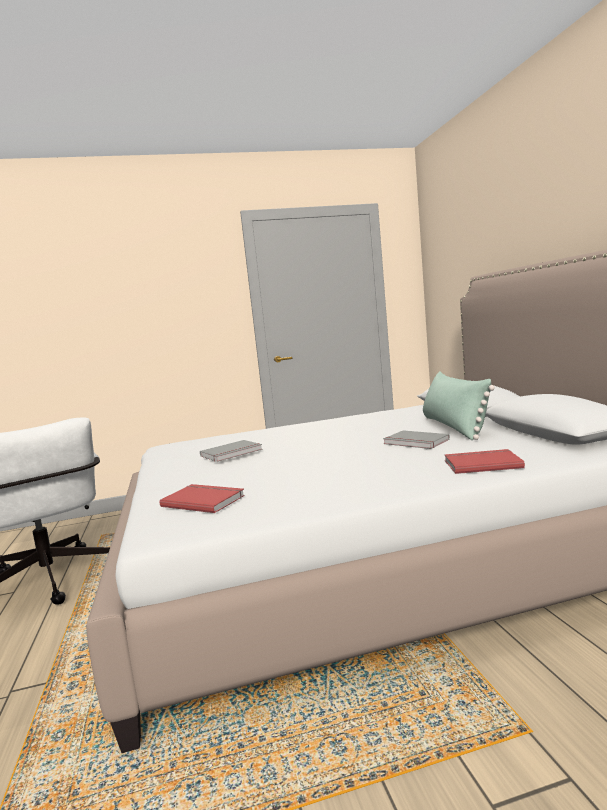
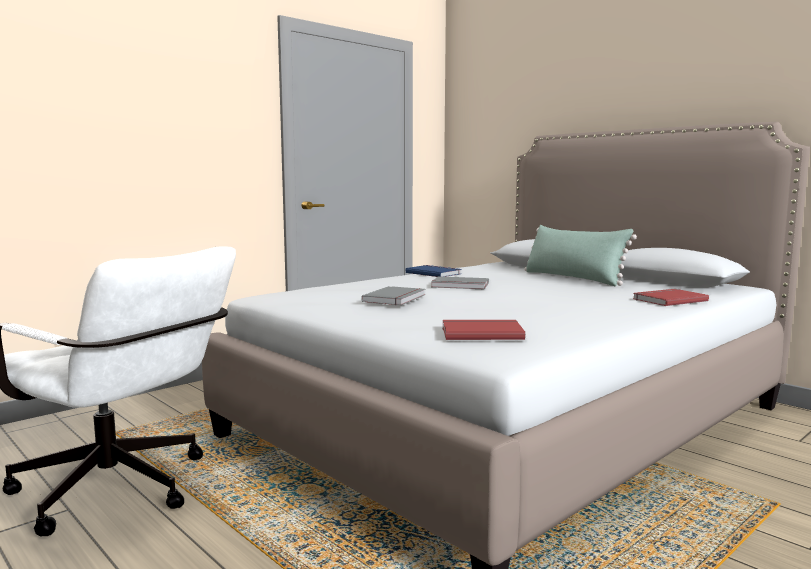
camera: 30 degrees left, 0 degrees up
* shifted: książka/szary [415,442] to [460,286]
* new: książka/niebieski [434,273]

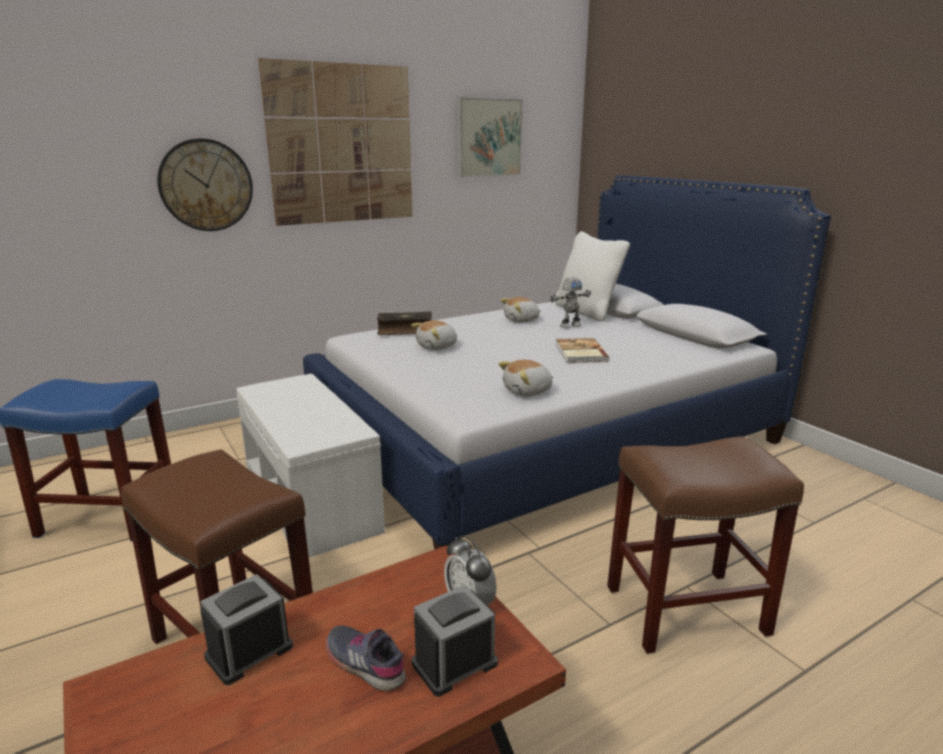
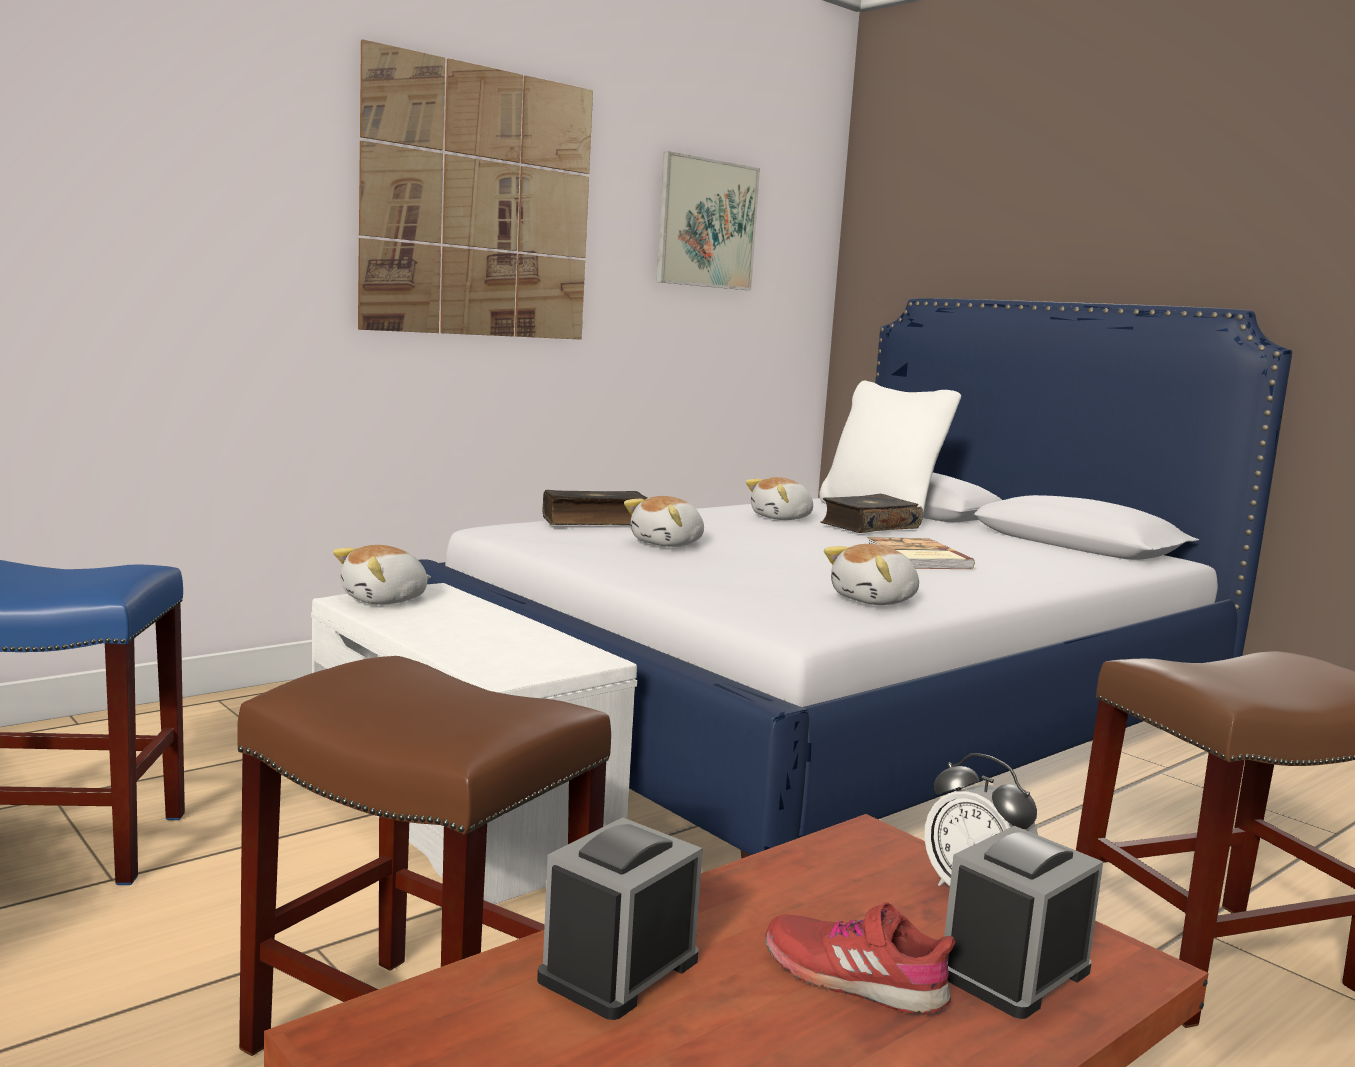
camera: 10 degrees left, 10 degrees down
* gone: zegar ścienny [206,185]
* repainted: but/szary [365,663] to but/czerwony [854,978]
* swapped: robot zabawkowy [569,325] to książka [868,526]
* new: pluszak [385,600]

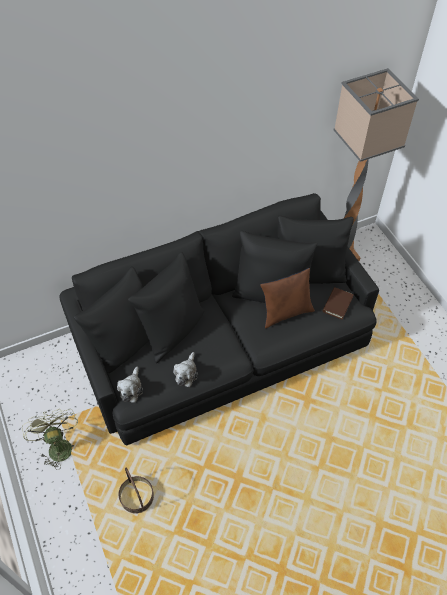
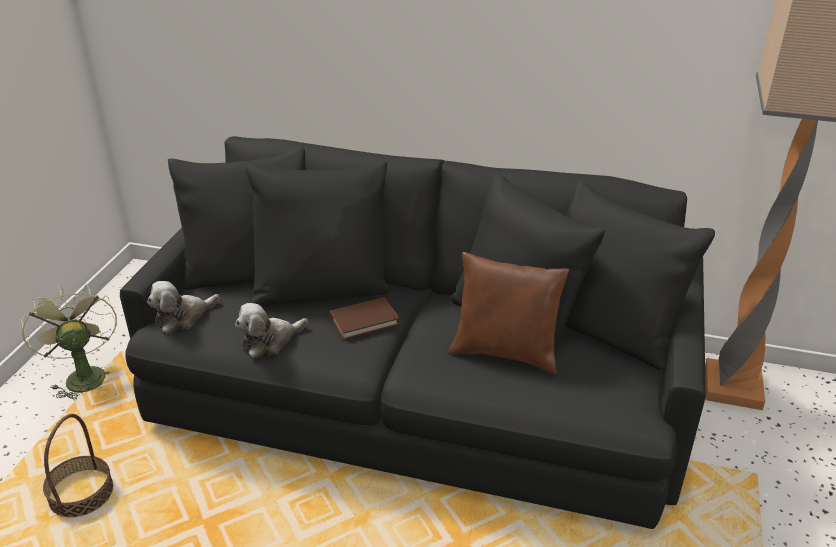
camera: 40 degrees right, 20 degrees down
* rotated: wentylator/zielony [58,446] = [83,375] 45 degrees counterclockwise
* shifted: książka/brązowy [337,304] to [364,321]

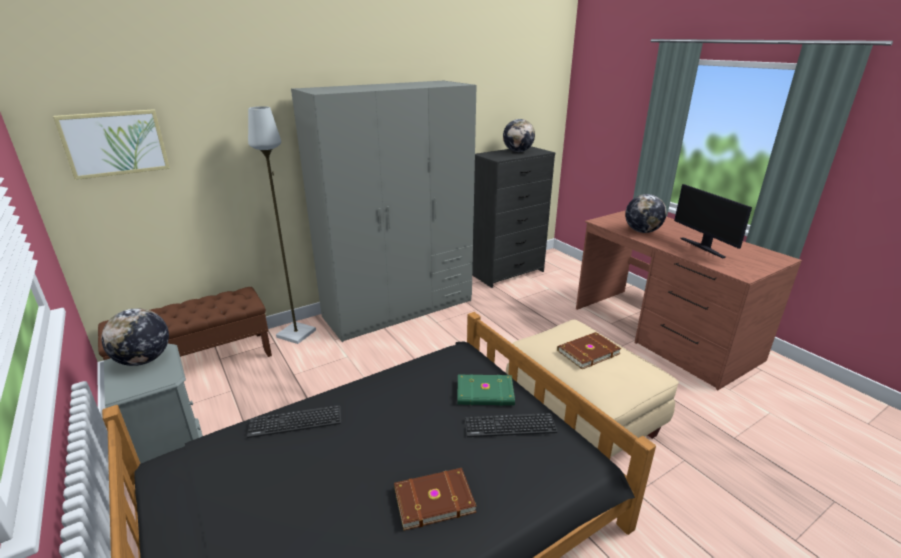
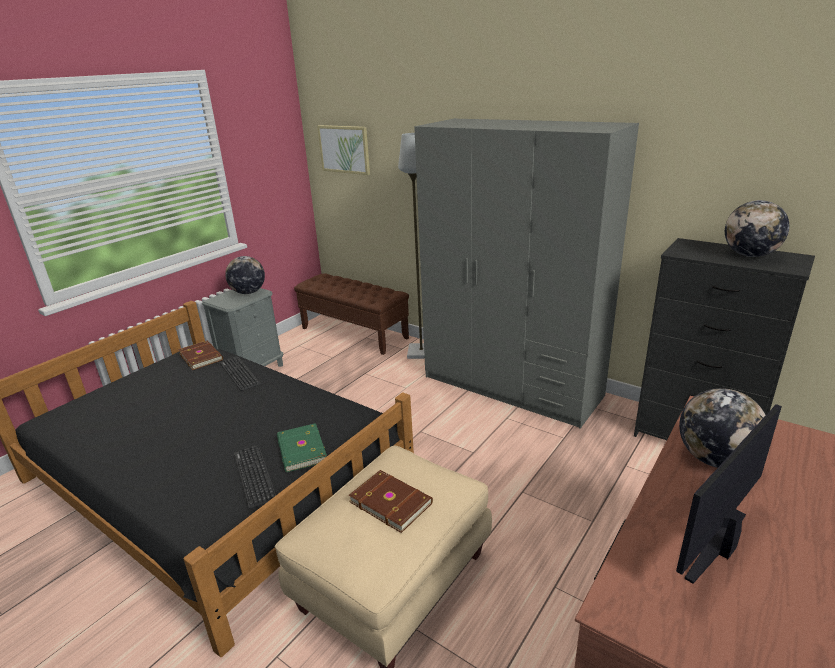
camera: 70 degrees right, 0 degrees up
* shifted: książka/brązowy [433,499] to [202,356]

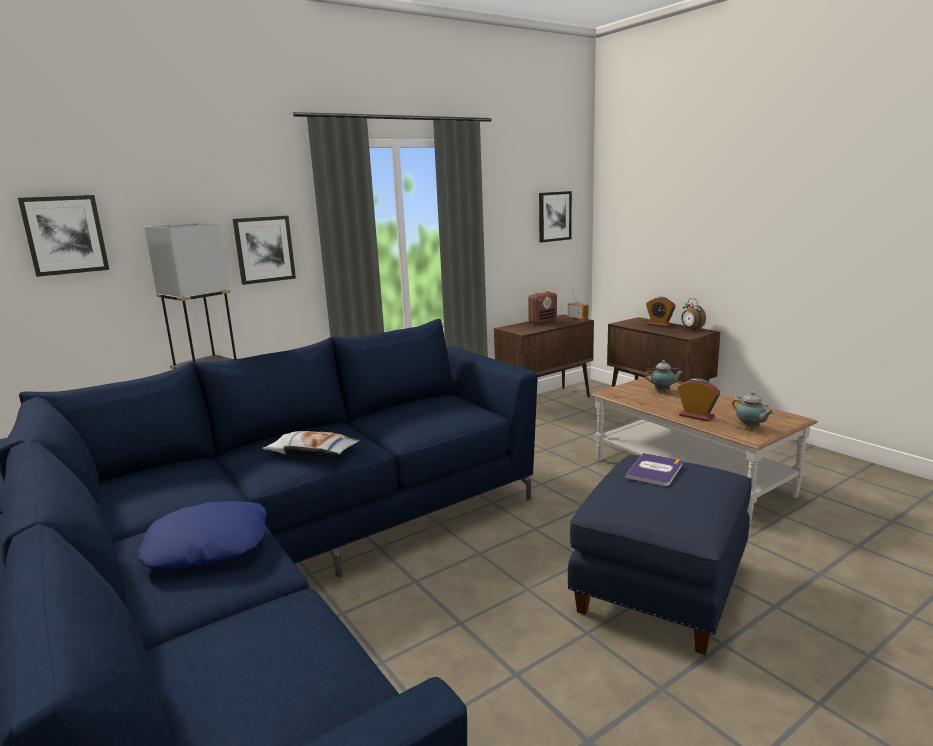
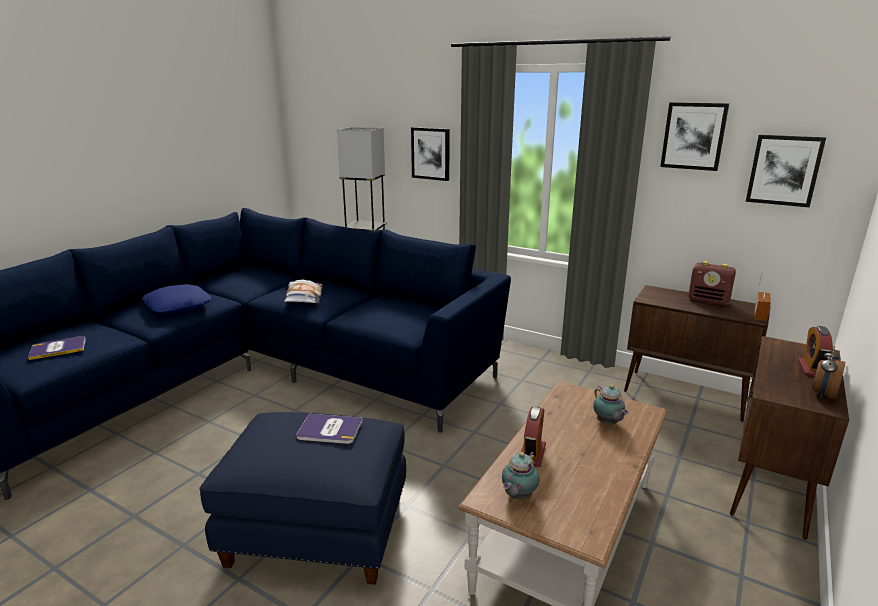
camera: 65 degrees right, 5 degrees up
* shifted: obraz [65,235] to [693,136]
* new: książka [58,348]

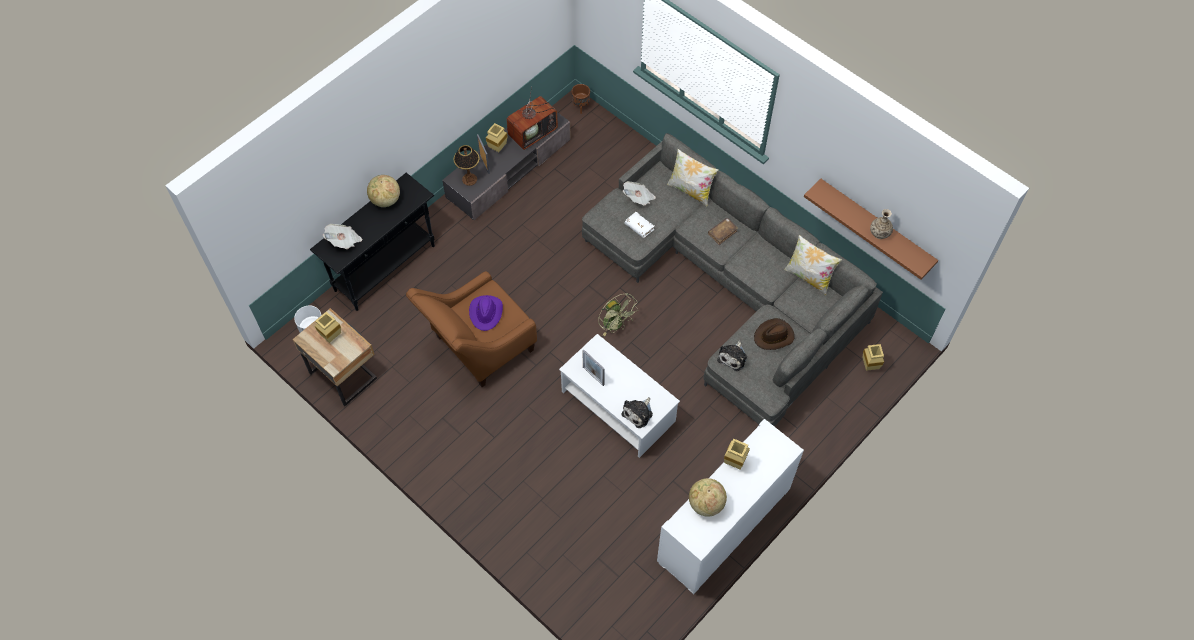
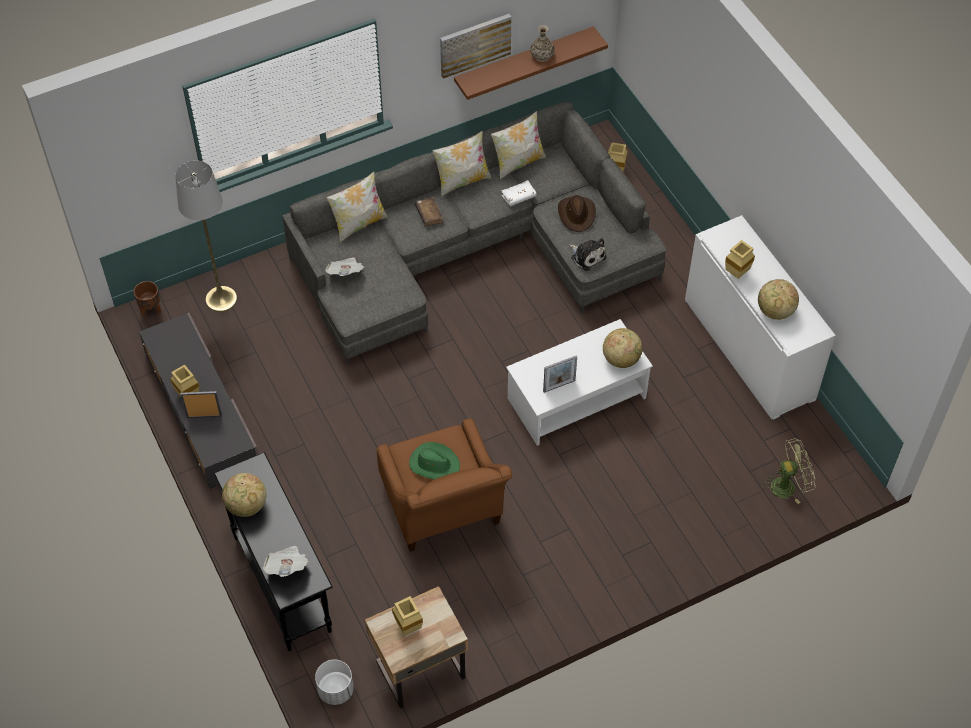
camera: 70 degrees left, 5 degrees down
* gone: lampa stołowa [469,179]
* repainted: kapelusz/fioletowy [486,313] to kapelusz/zielony [434,463]
* gone: telewizor [533,131]
* shifted: wentylator/zielony [616,325] to [787,485]
* swapped: pluszak [638,413] to globus [621,359]
* shifted: książka/biały [639,227] to [518,197]
* new: lampa stojąca/szary [221,299]
* new: poduszka [462,181]
* new: obraz [474,44]

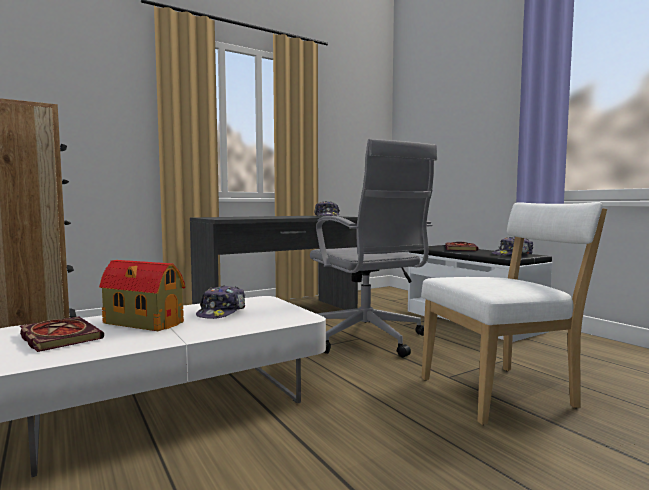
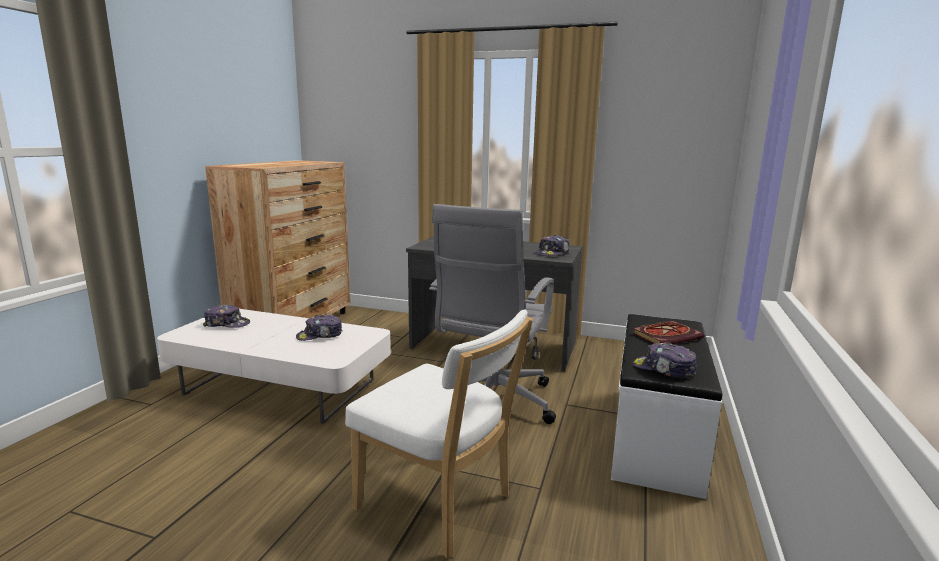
camera: 50 degrees right, 10 degrees up
* swapped: książka [58,337] to czapka z daszkiem [227,324]
* gone: domek [142,322]

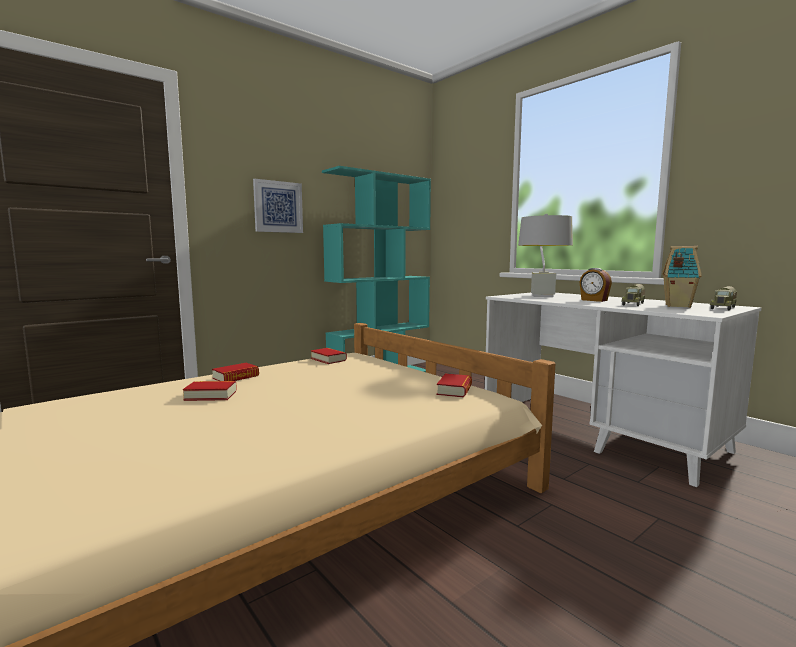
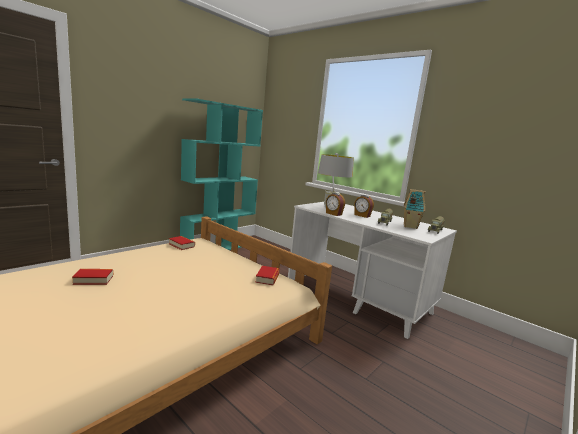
camera: 10 degrees left, 5 degrees up
* gone: książka [236,377]
* gone: obraz [278,207]
* new: budzik [333,214]

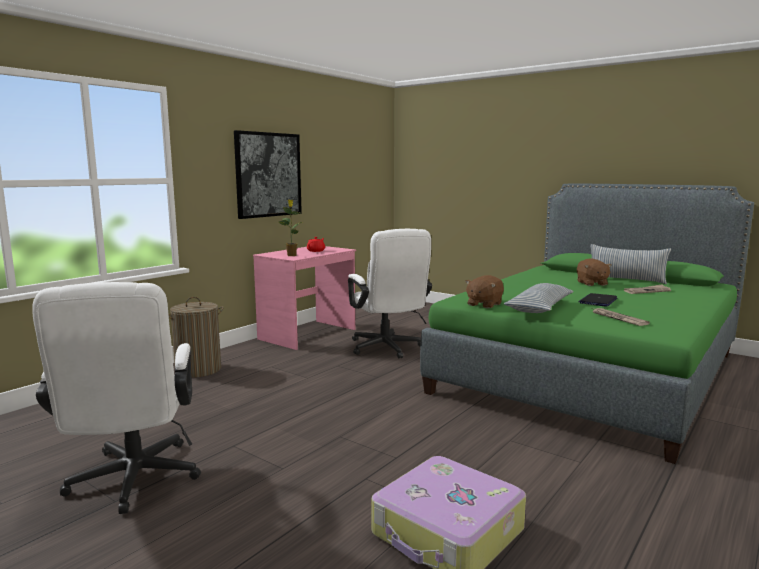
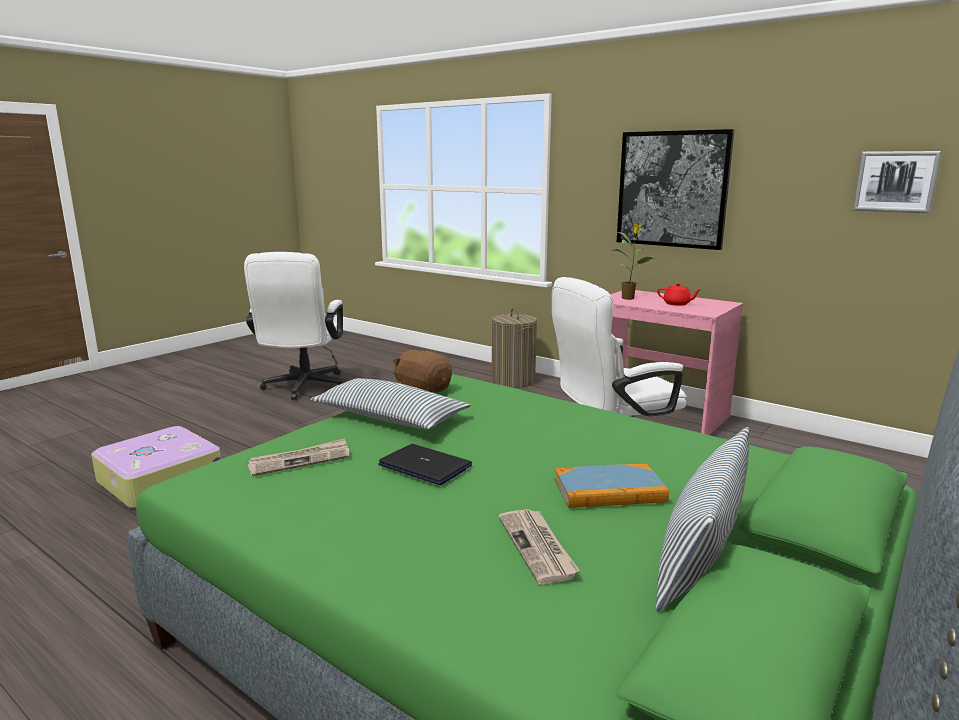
camera: 90 degrees right, 5 degrees up
* rotated: krzesło biurowe/biały [132,483] = [303,388] 75 degrees counterclockwise
* swapped: pluszak/brązowy [591,283] to książka [609,490]
* new: obraz [895,181]

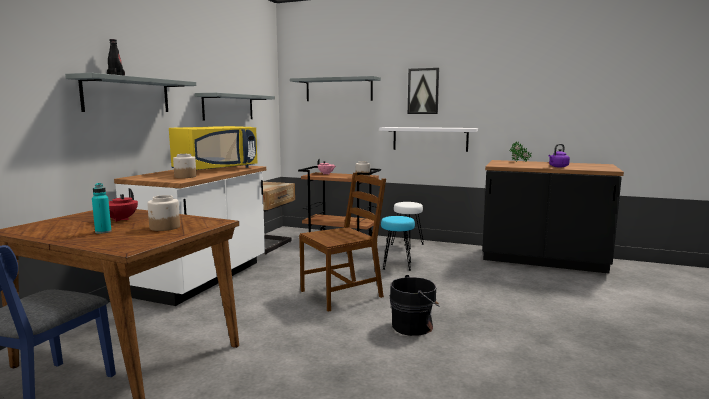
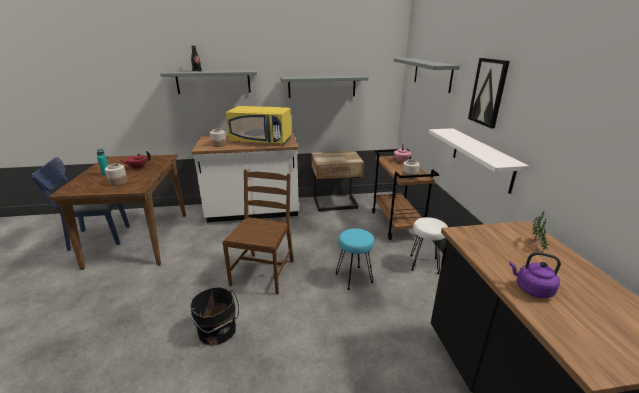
camera: 60 degrees right, 15 degrees up
* rotated: krzesło/brązowy [342,294] = [263,272] 105 degrees counterclockwise

